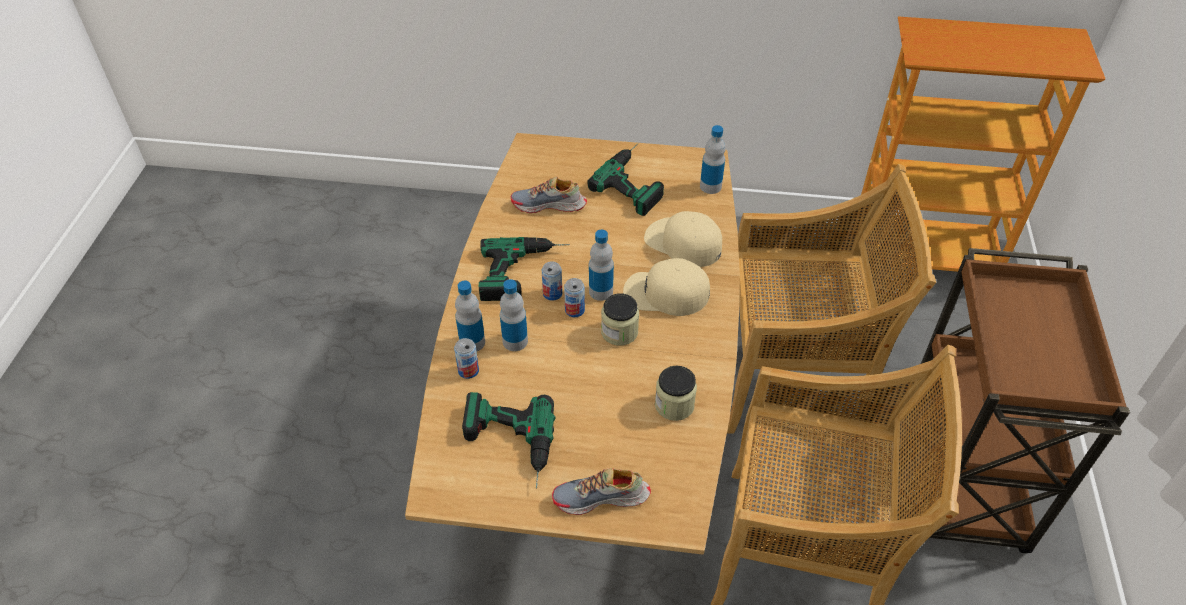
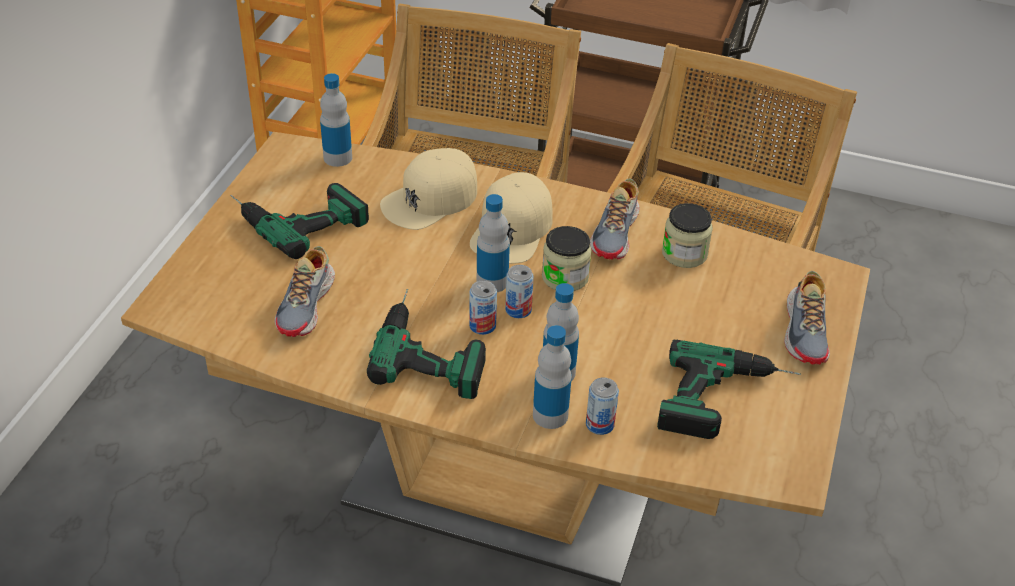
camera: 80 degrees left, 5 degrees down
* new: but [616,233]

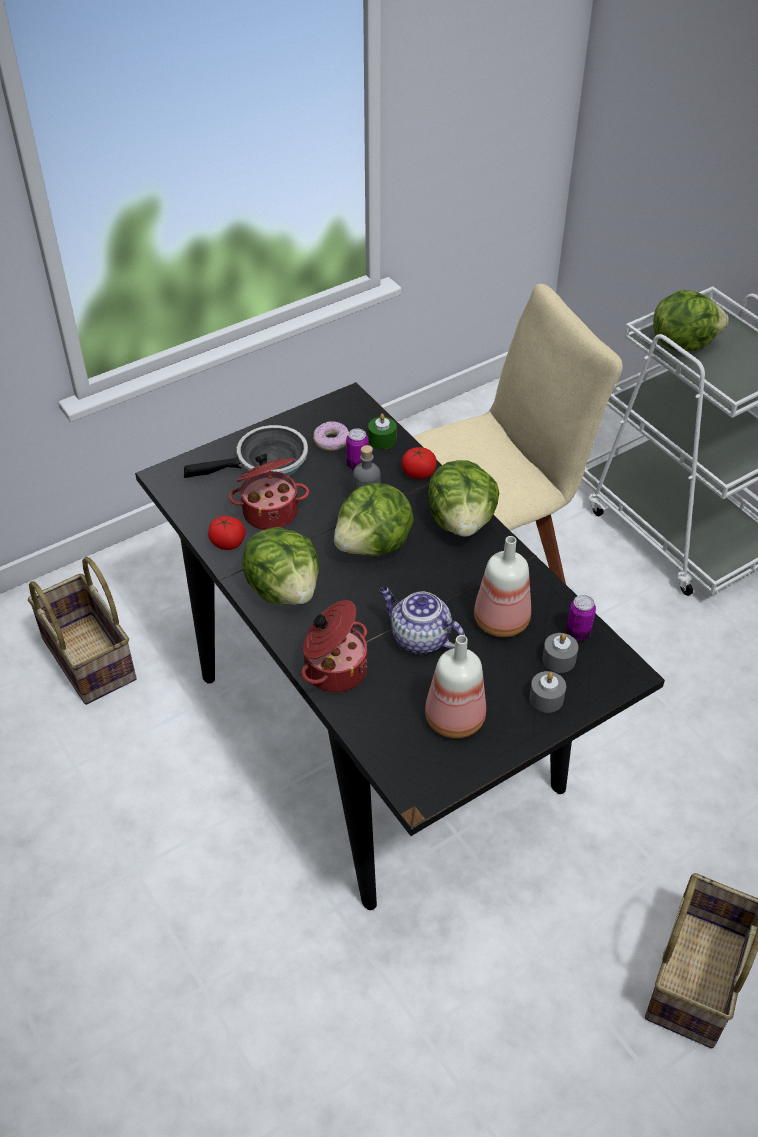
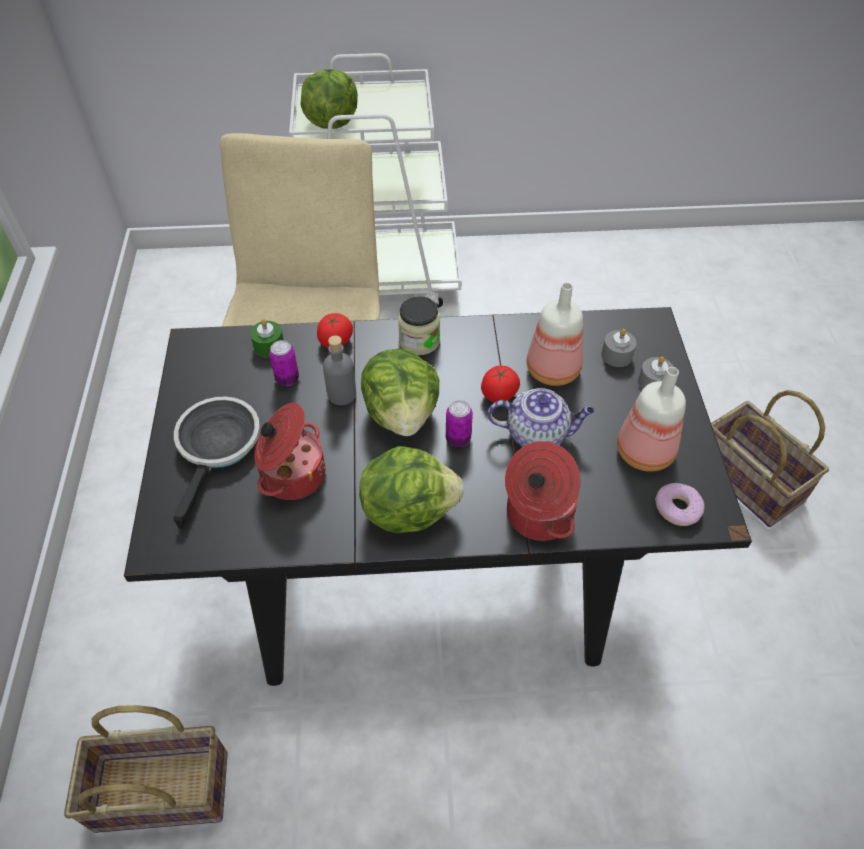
camera: 60 degrees left, 5 degrees up
* shifted: pomidor [227,543] to [499,394]
* shifted: donut [331,441] to [677,508]
* rotated: imbryk [419,638] = [537,434] 150 degrees counterclockwise
* swapped: sałata [461,522] to słoik [419,341]
* shifted: puszka [578,633] to [458,439]

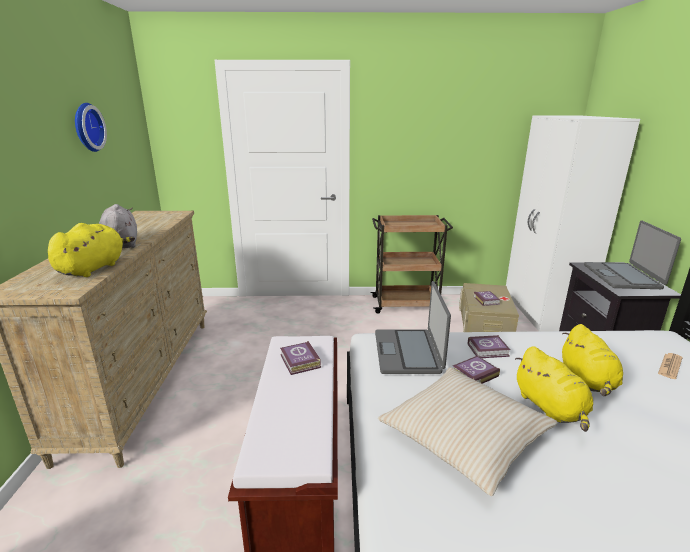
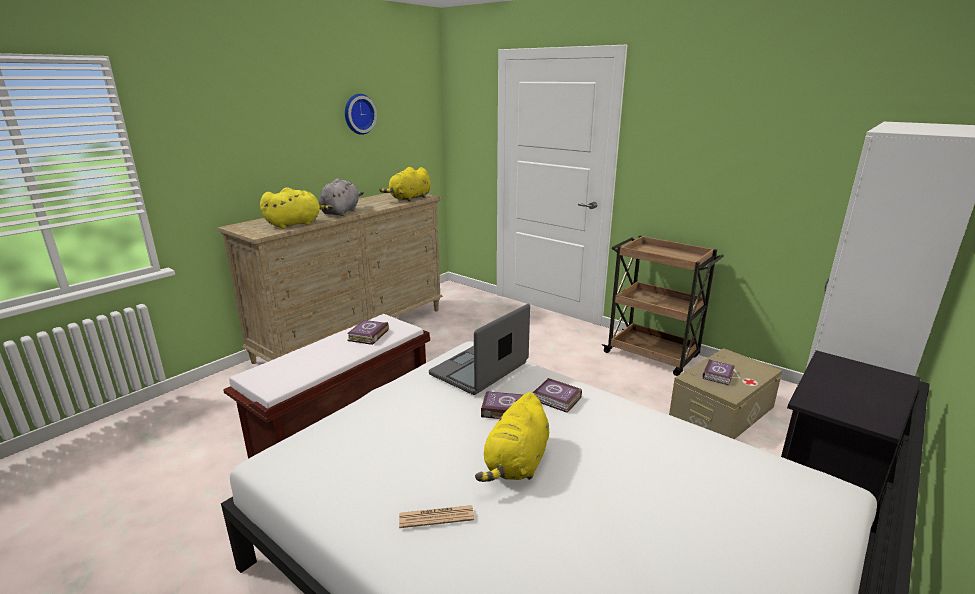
camera: 40 degrees right, 0 degrees up
* gone: poduszka/beżowy [464,435]
* shifted: pluszak/żółty [587,380] to [409,199]
* gone: laptop [622,276]
* shifted: gazeta [670,366] to [436,517]

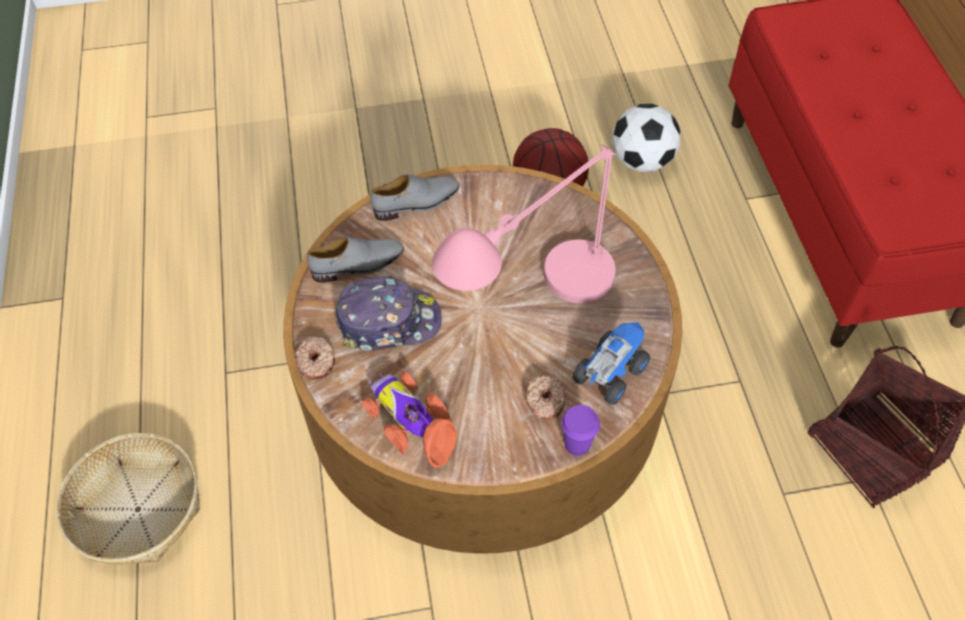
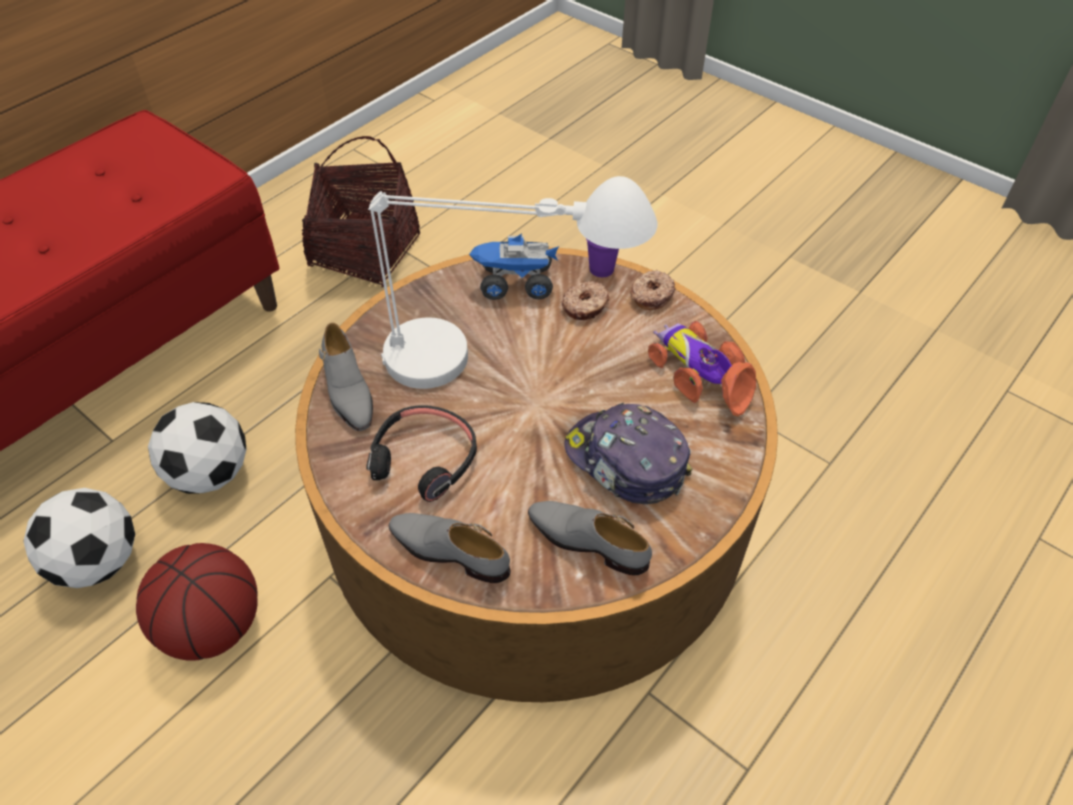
camera: 130 degrees left, 5 degrees down
* gone: koszyk [138,509]
* shifted: donut [317,361] to [651,295]
* rotated: samochodzik [411,422] = [700,374] 135 degrees clockwise
* repainted: lampa stołowa/różowy [534,311] to lampa stołowa/biały [501,363]
* new: piłka futbolowa [210,474]
* new: but/szary [348,391]
* new: słuchawki/czarny [424,459]

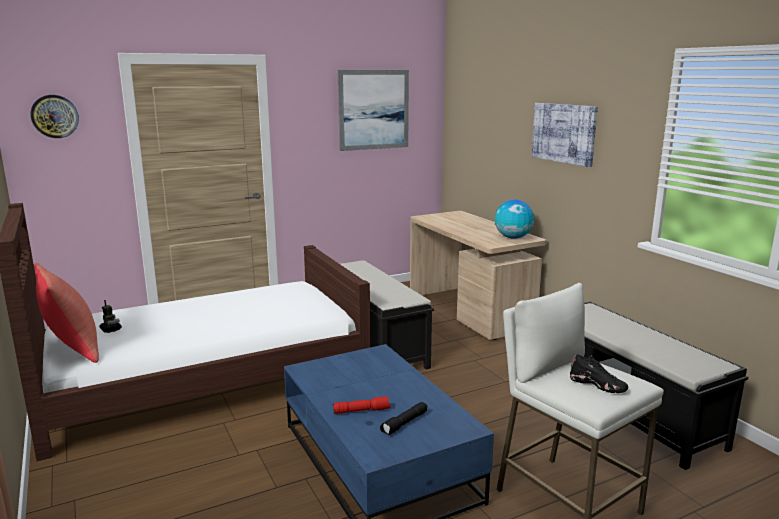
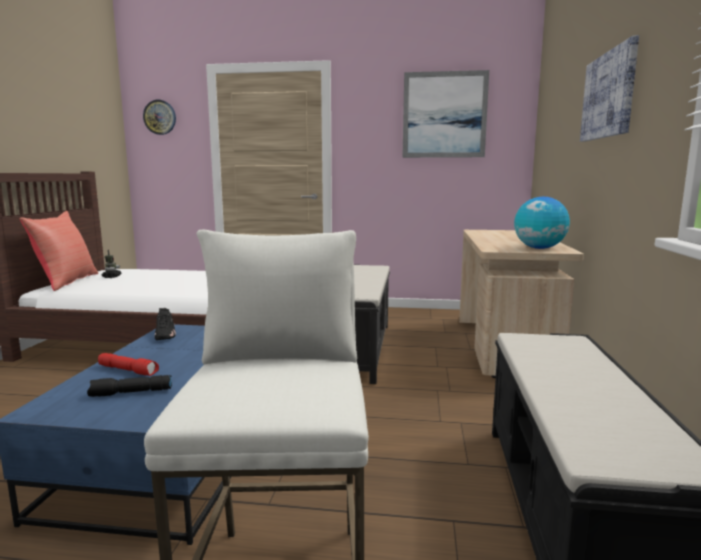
camera: 35 degrees right, 5 degrees down
* shifted: but/czarny [598,384] to [165,335]

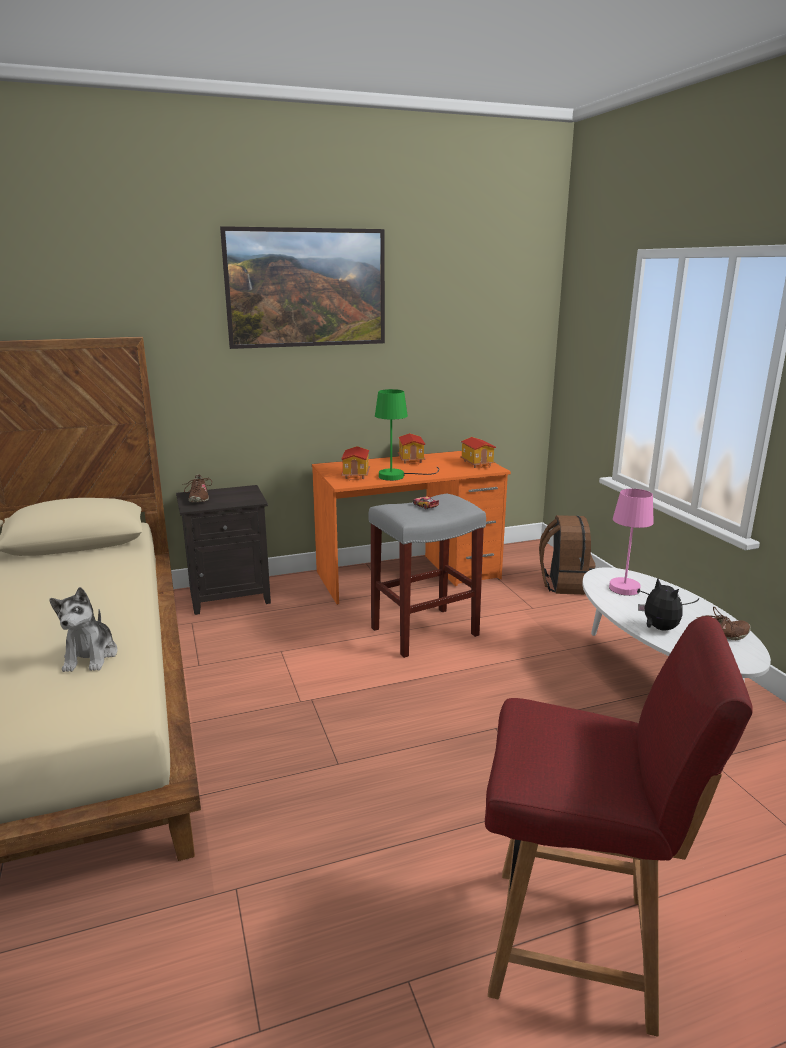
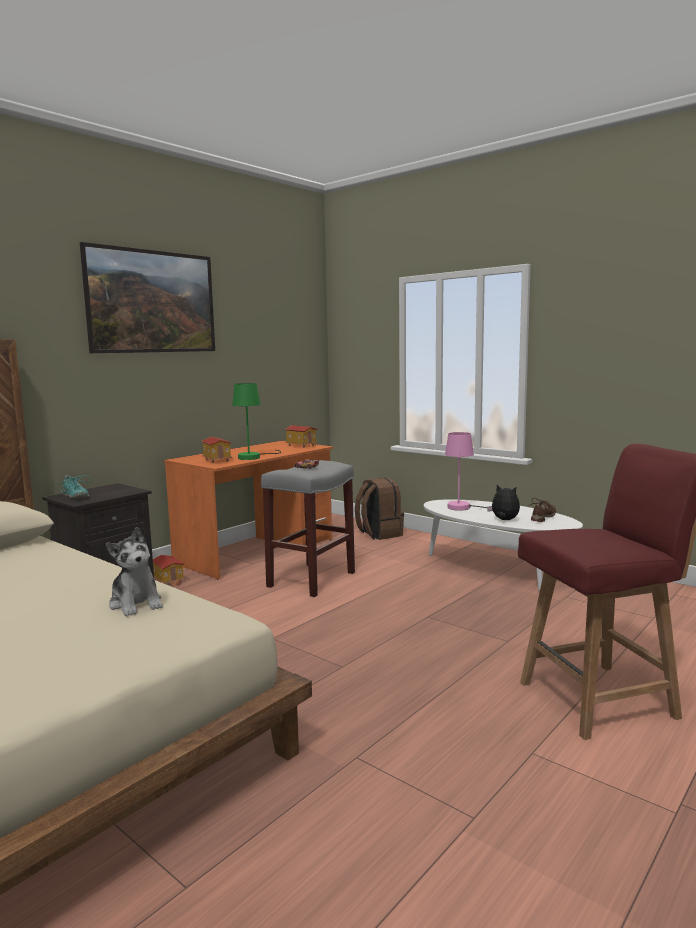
camera: 30 degrees left, 10 degrees down
* repainted: but/brązowy [198,498] to but/turkusowy [75,496]
* shifted: domek [411,459] to [169,580]

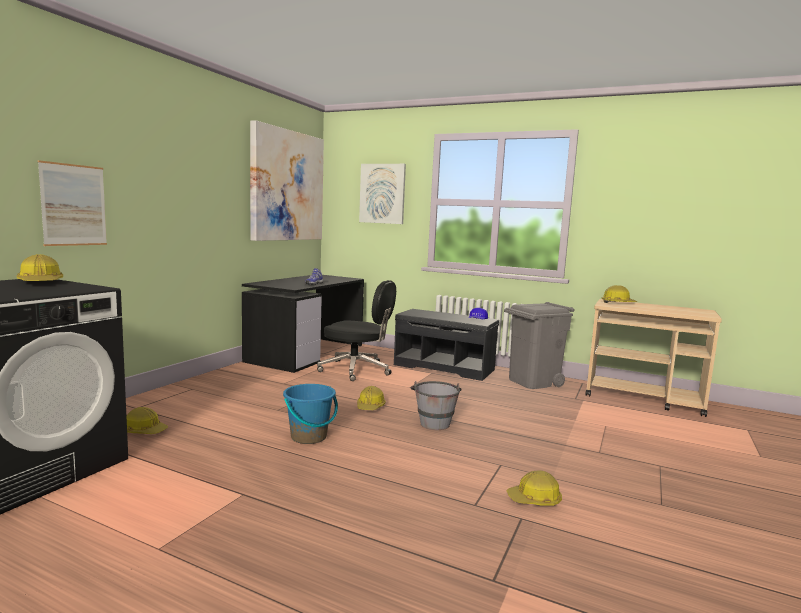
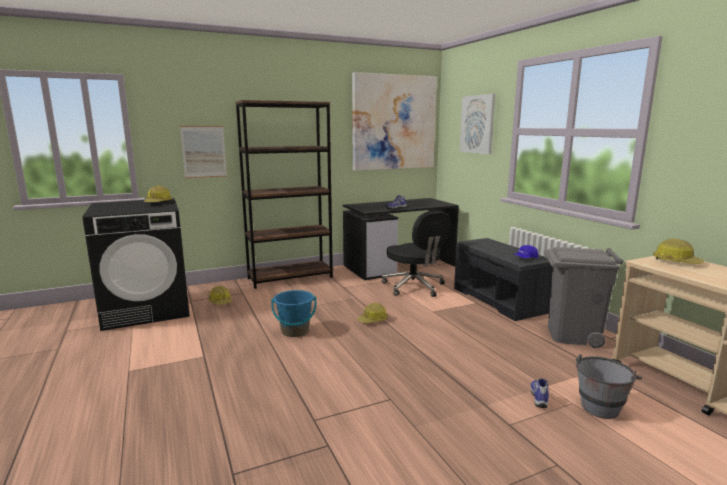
camera: 40 degrees right, 5 degrees up
* shifted: wiadro/szary [434,421] to [601,404]
* gone: kask [534,500]
* new: regał/brązowy [290,277]
* new: but [540,398]

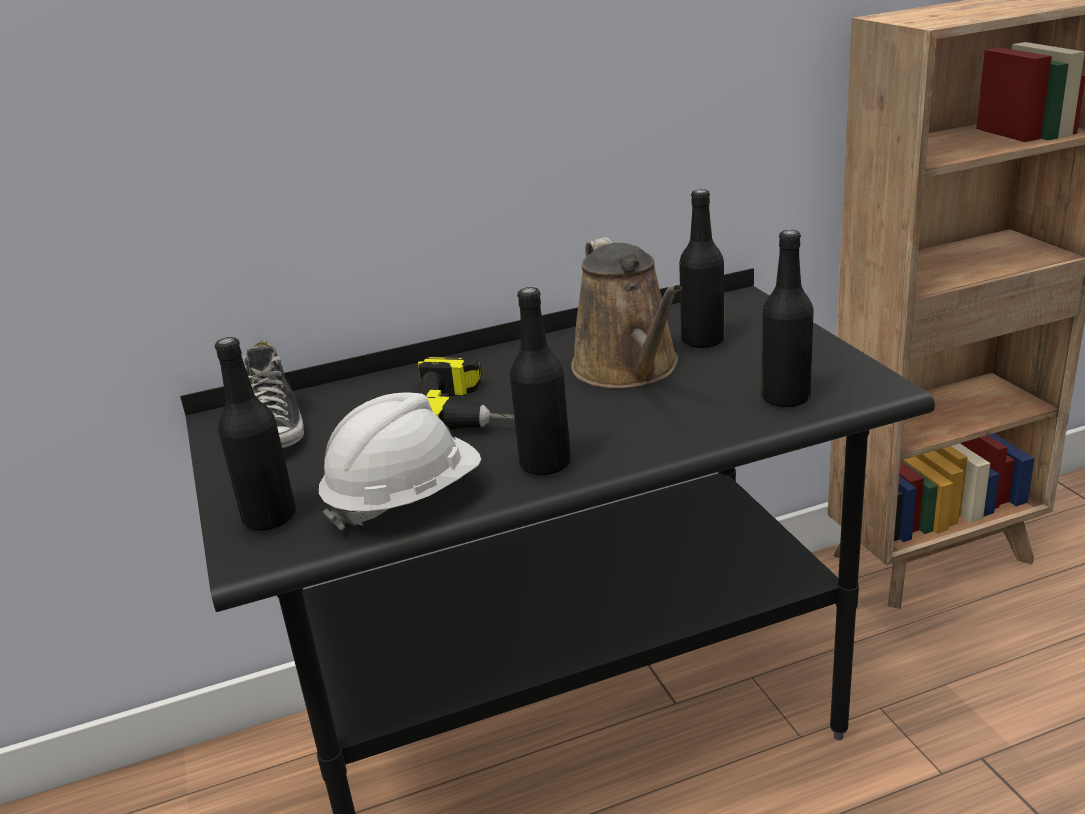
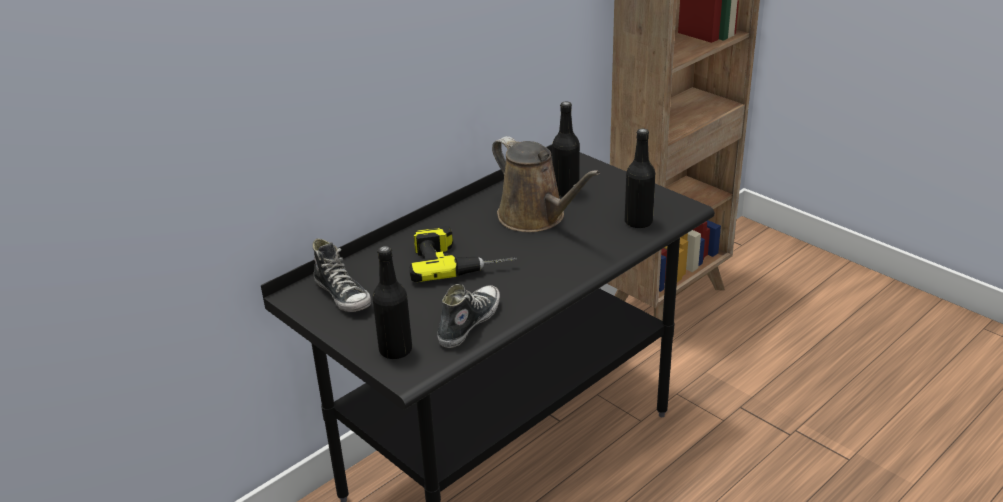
camera: 25 degrees left, 5 degrees up
* swapped: kask/biały [404,499] to but [468,323]
* gone: butelka/czarny [545,464]

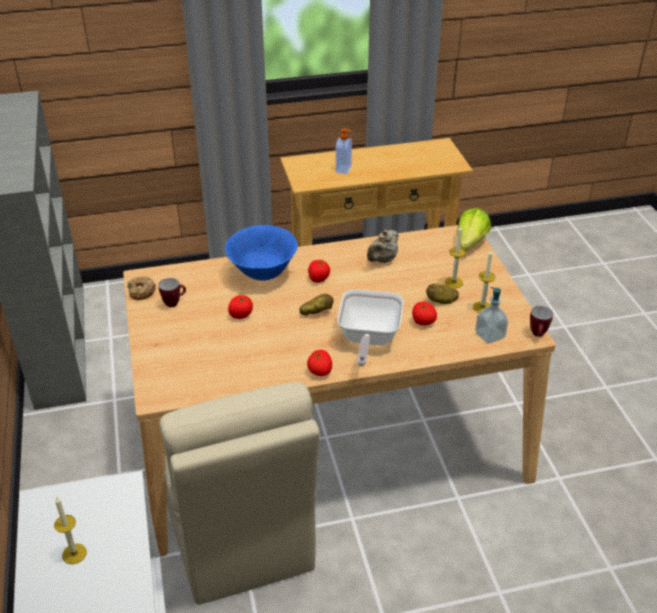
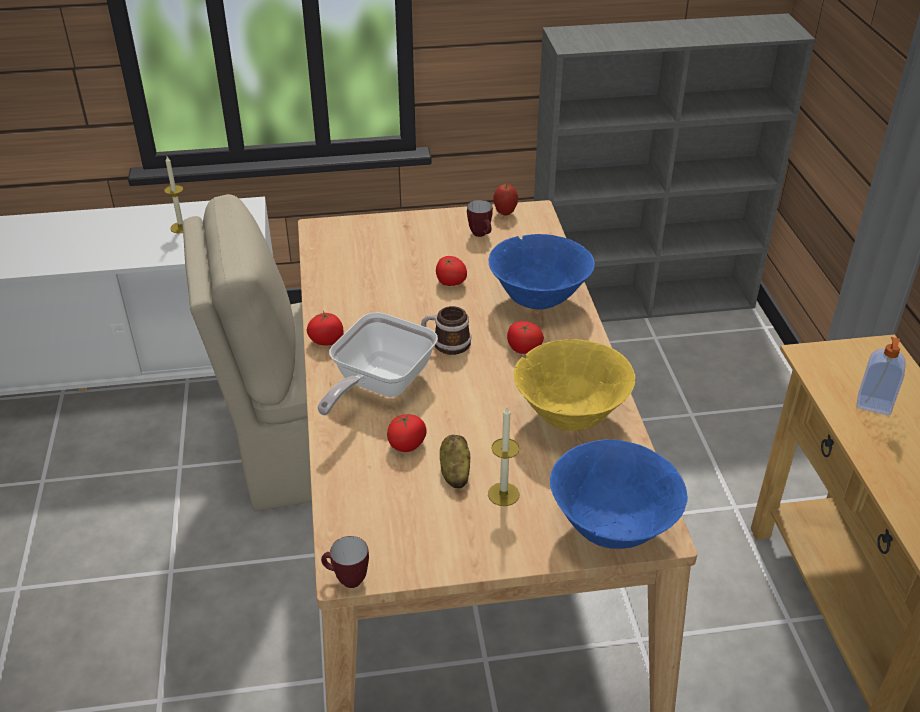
camera: 95 degrees right, 0 degrees up
* swapped: donut [141,292] to jabłko [505,213]
* swapped: ziemniak [316,312] to kubek [446,343]
* rotated: patelnia [368,339] = [378,385] 75 degrees counterclockwise
* swapped: imbryk/beżowy [382,260] to miska/żółty [570,417]
* swapped: sałata [467,246] to miska/niebieski [613,530]
* gone: świeca [482,307]
* gone: dozownik mydła [489,335]

